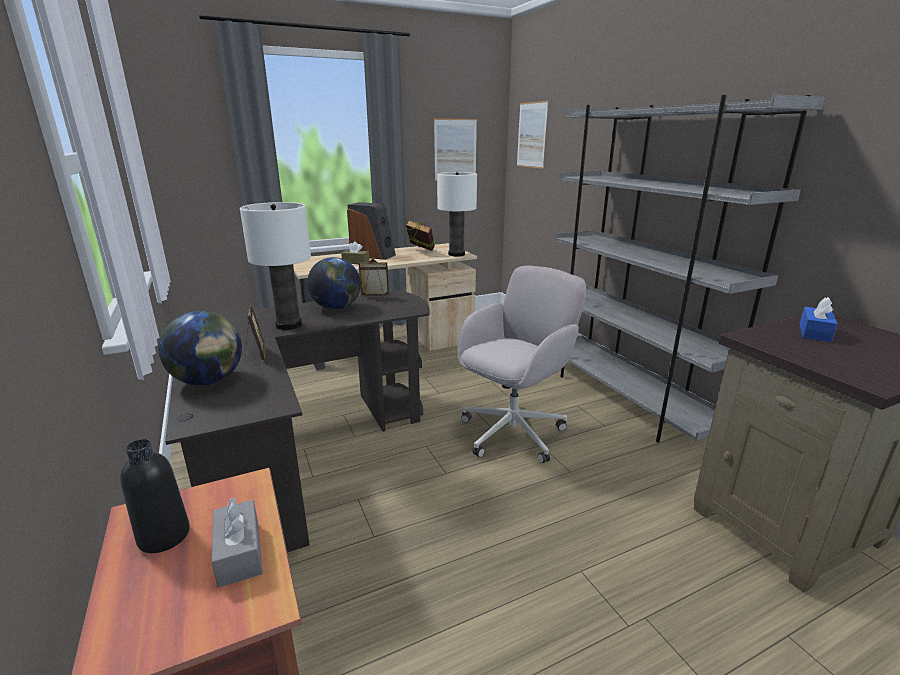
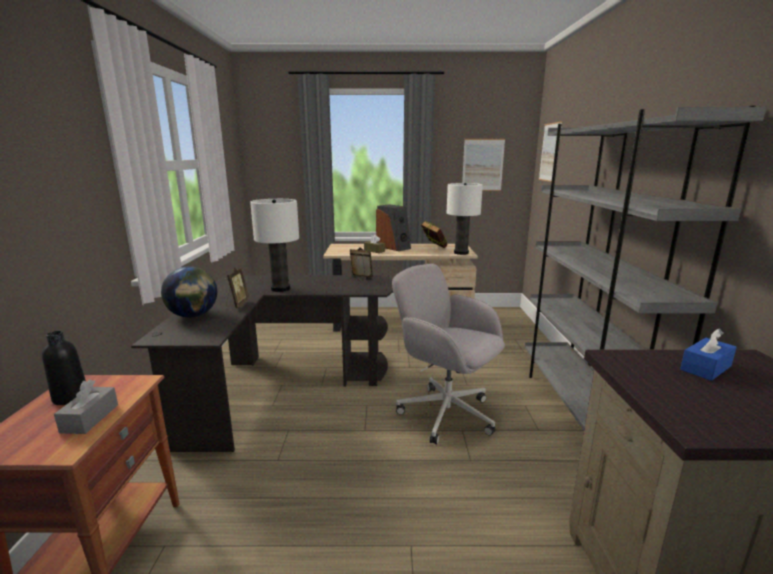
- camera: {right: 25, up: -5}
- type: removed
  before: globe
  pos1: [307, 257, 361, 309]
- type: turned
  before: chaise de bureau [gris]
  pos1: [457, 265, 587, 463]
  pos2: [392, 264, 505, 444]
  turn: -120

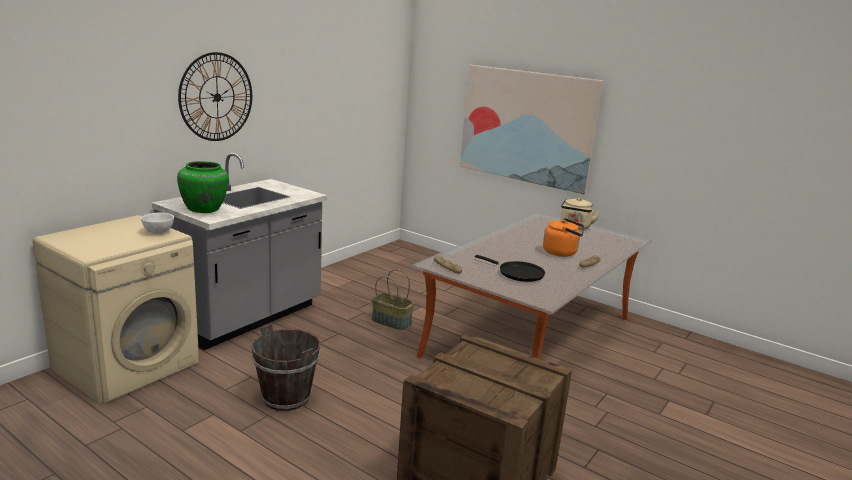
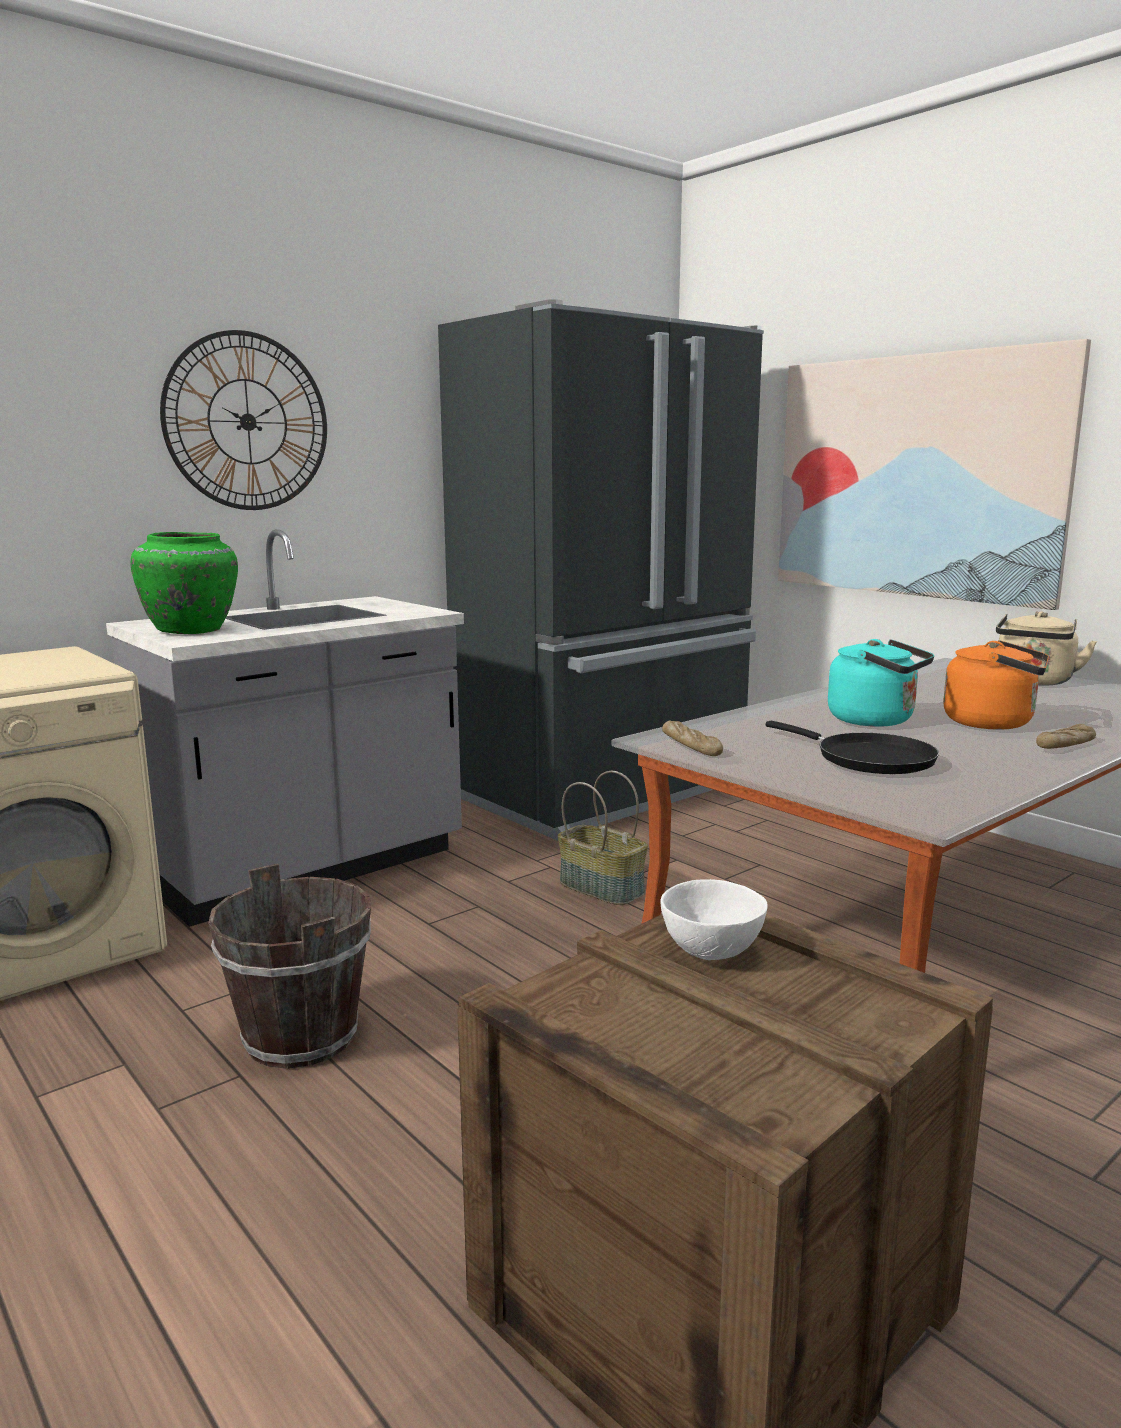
- camera: {right: 15, up: -5}
- type: added
  after: réfrigérateur [noir]
  pos2: [438, 299, 764, 841]
- type: added
  after: bouilloire [turquoise]
  pos2: [828, 639, 934, 727]
- type: moved
  before: bol [blanc]
  pos1: [141, 213, 174, 234]
  pos2: [661, 879, 768, 960]

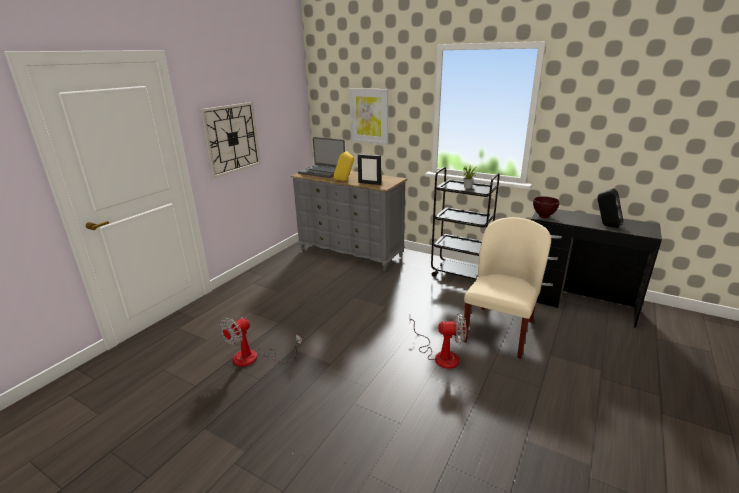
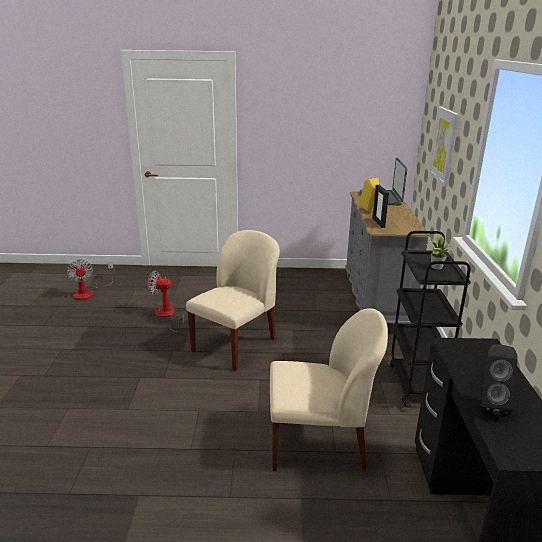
- camera: {right: 60, up: 0}
- type: removed
  before: horloge murale
  pos1: [200, 102, 260, 178]
- type: removed
  before: bol [marron]
  pos1: [533, 196, 560, 218]
- type: added
  after: chaise [beige]
  pos2: [186, 230, 280, 371]
- type: moved
  before: ventilateur
  pos1: [410, 313, 466, 369]
  pos2: [67, 260, 113, 300]

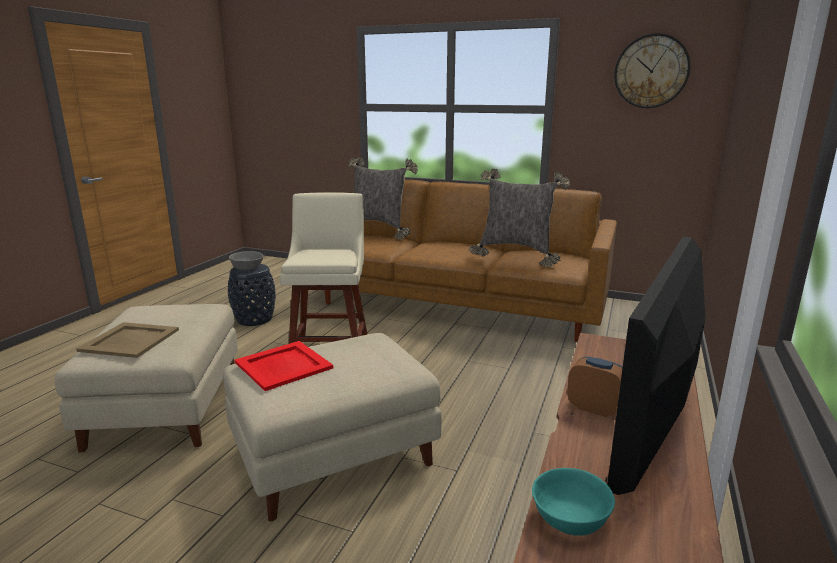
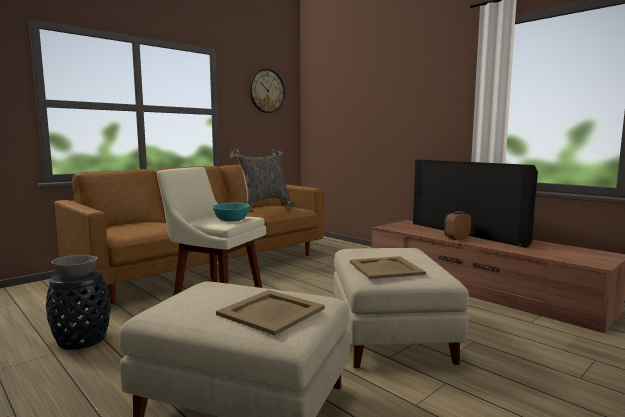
- camera: {right: -65, up: -10}
- type: removed
  before: coussin
  pos1: [348, 157, 418, 240]
- type: moved
  before: bol [turquoise]
  pos1: [532, 468, 615, 536]
  pos2: [213, 203, 250, 222]
- type: recoloured
  before: plateau [rouge]
  after: plateau [beige]
  pos1: [235, 341, 333, 391]
  pos2: [350, 256, 426, 279]

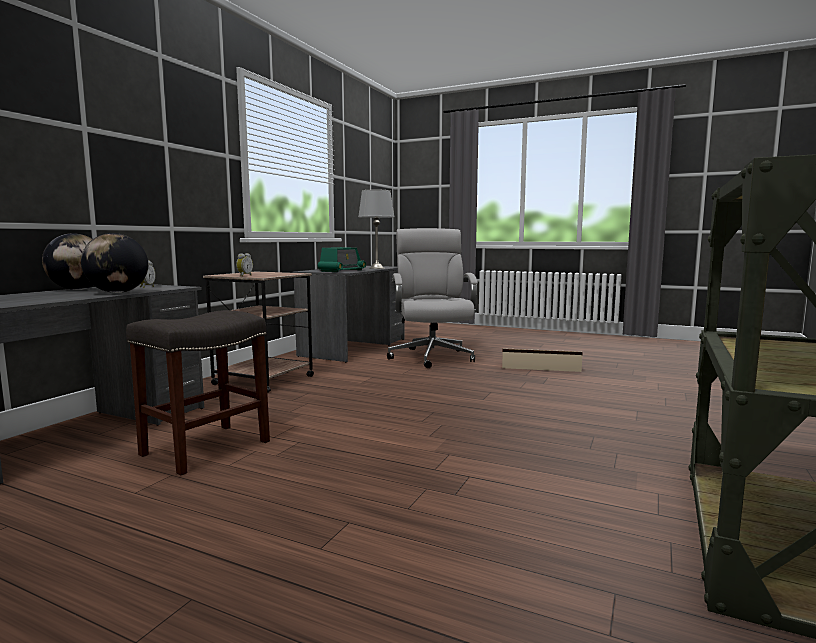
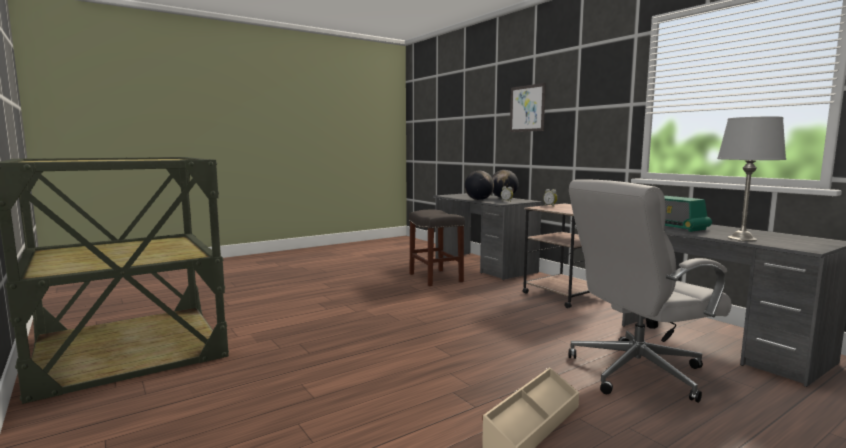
- camera: {right: 120, up: 0}
- type: added
  after: tableau
  pos2: [510, 83, 546, 132]
- type: turned
  before: chaise de bureau [gris]
  pos1: [387, 228, 478, 368]
  pos2: [569, 179, 732, 403]
  turn: 135

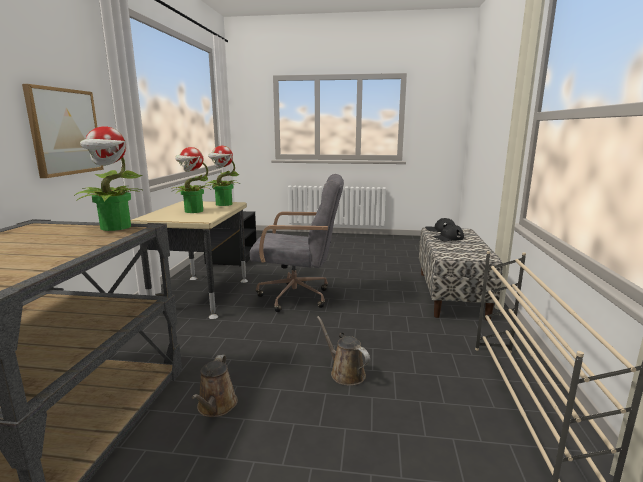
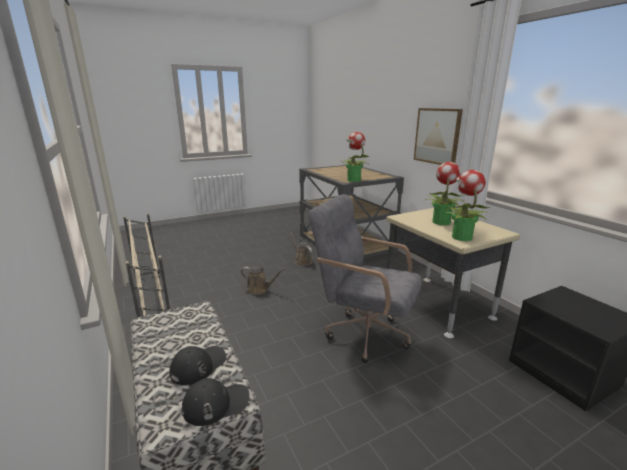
- camera: {right: 145, up: 5}
- type: turned
  before: chaise de bureau [gris]
  pos1: [250, 174, 344, 312]
  pos2: [308, 194, 422, 363]
  turn: 60

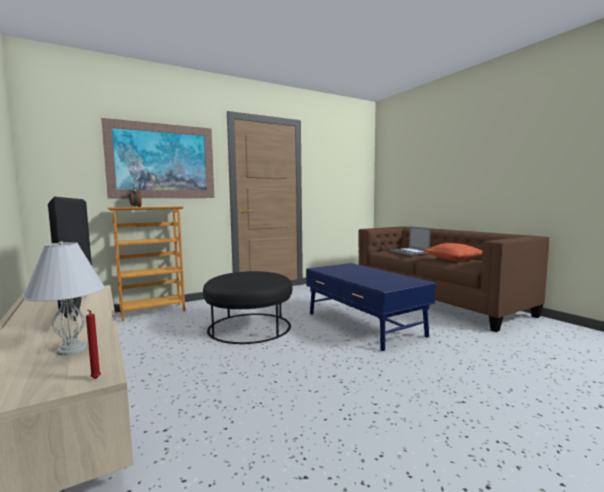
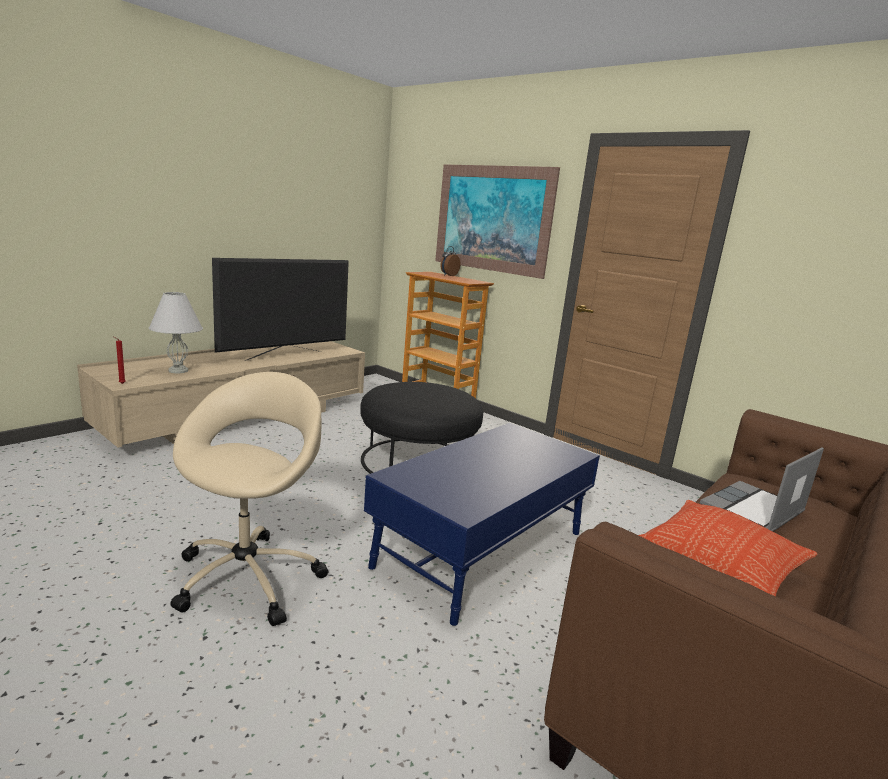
- camera: {right: 70, up: 10}
- type: added
  after: chaise de bureau [beige]
  pos2: [170, 372, 328, 626]

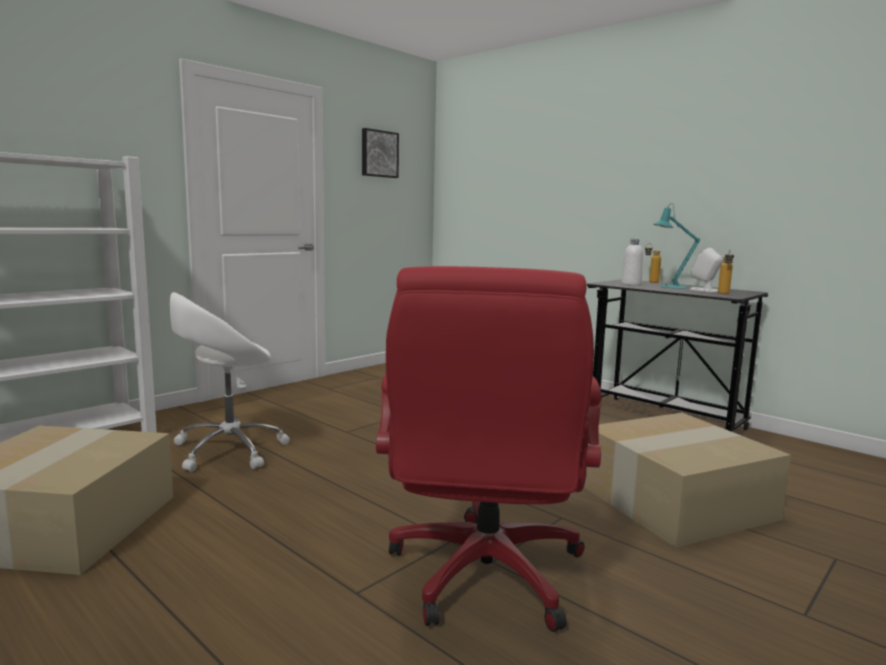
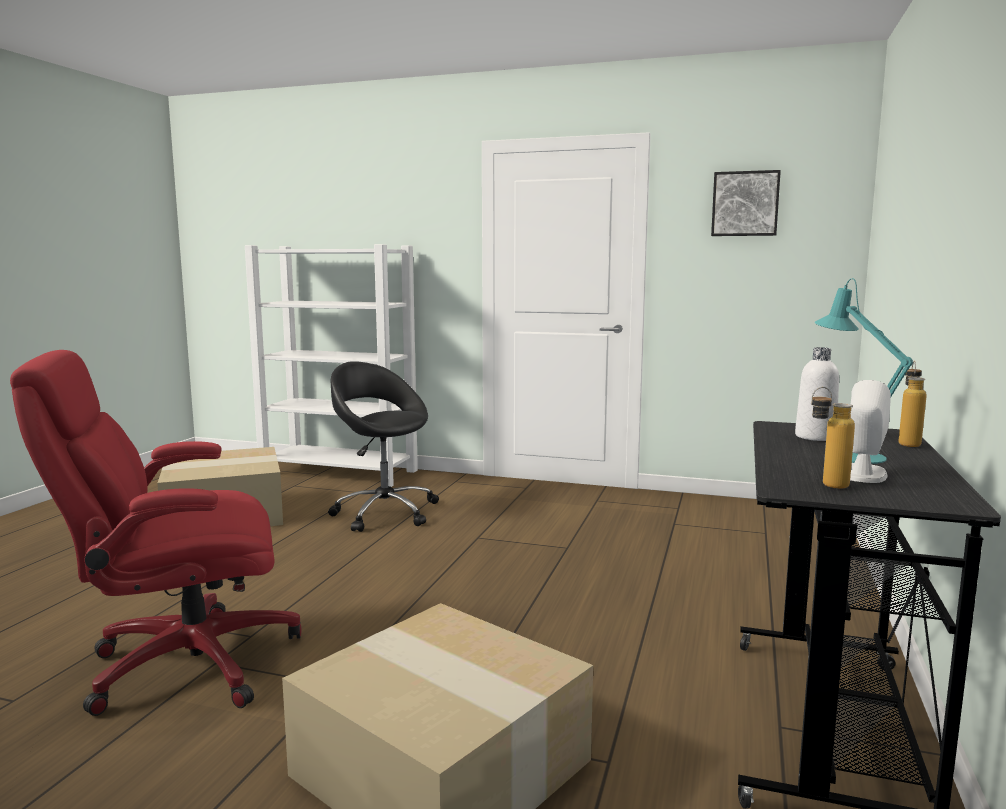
- camera: {right: 65, up: 0}
- type: recoloured
  before: chaise de bureau [blanc]
  after: chaise de bureau [noir]
  pos1: [170, 292, 290, 472]
  pos2: [328, 361, 439, 532]

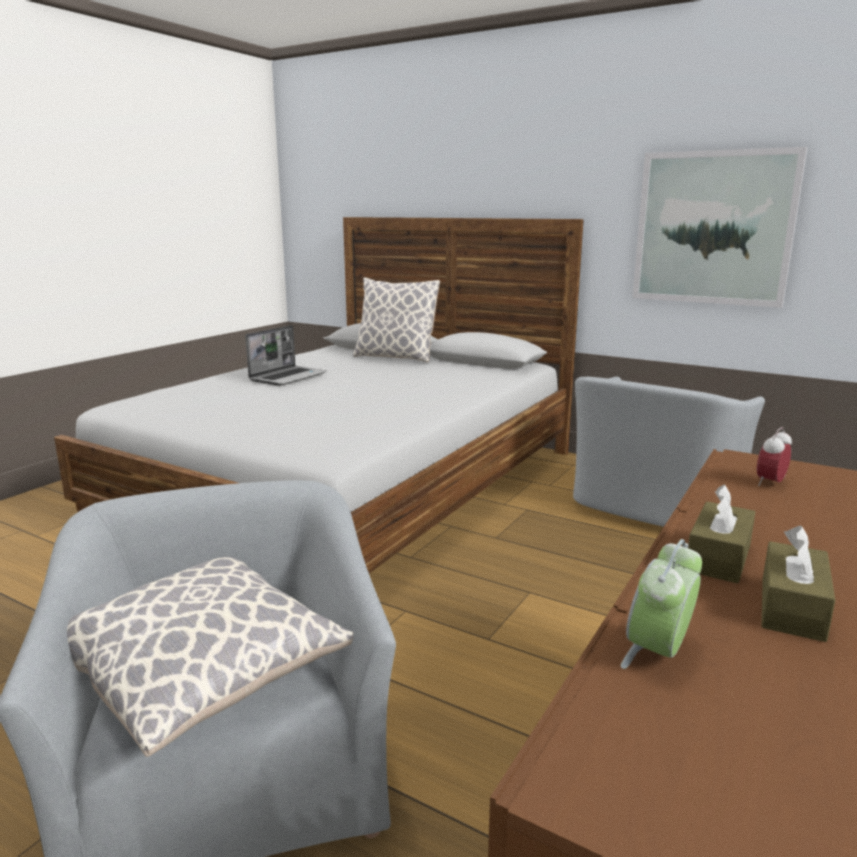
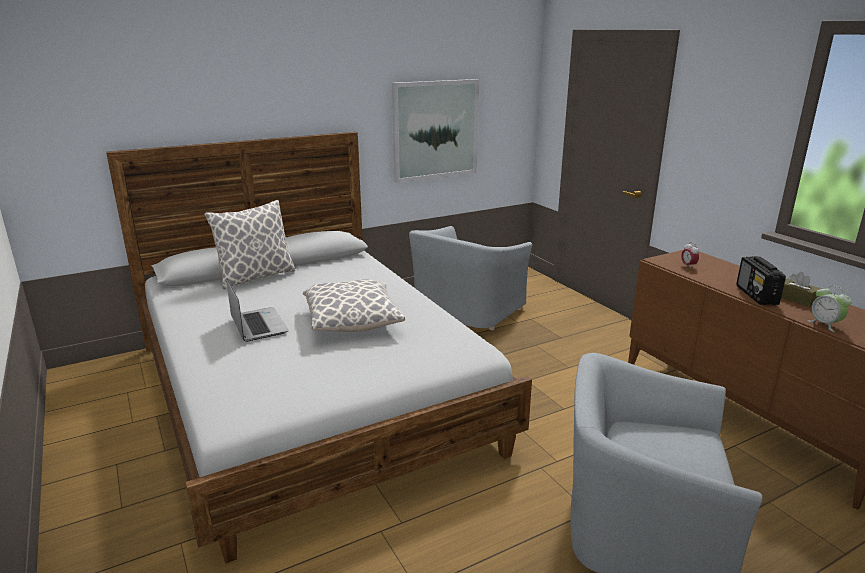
- camera: {right: -60, up: 5}
- type: moved
  before: coussin
  pos1: [67, 557, 353, 757]
  pos2: [303, 279, 405, 332]
- type: replaced
  before: boîte à mouchoirs [marron]
  after: radio
  pos1: [688, 484, 755, 583]
  pos2: [736, 256, 786, 305]
- type: turned
  before: fauteuil [gris]
  pos1: [573, 376, 765, 527]
  pos2: [409, 226, 532, 330]
  turn: 60

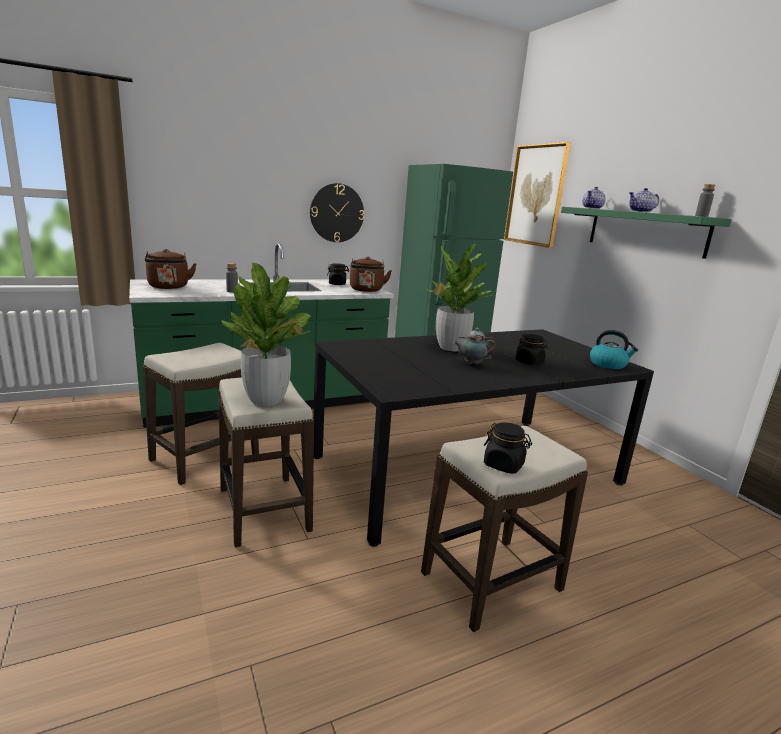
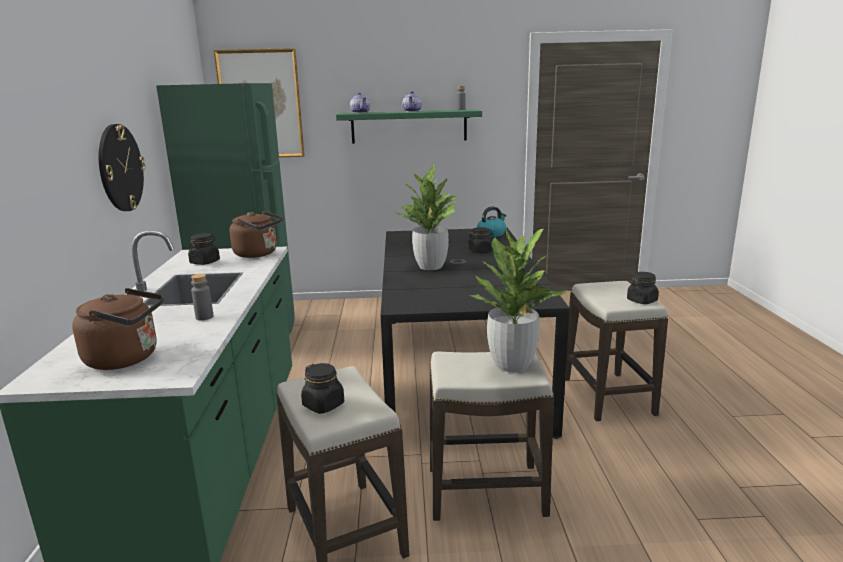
- camera: {right: -65, up: 0}
- type: removed
  before: théière
  pos1: [453, 328, 496, 364]
- type: added
  after: bocal [noir]
  pos2: [301, 363, 344, 414]

